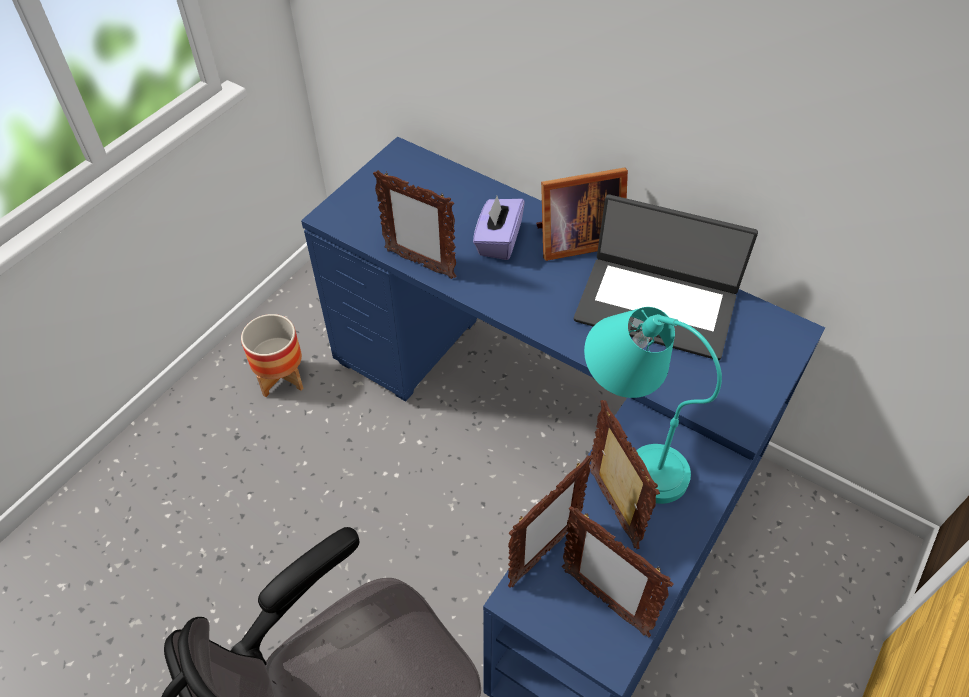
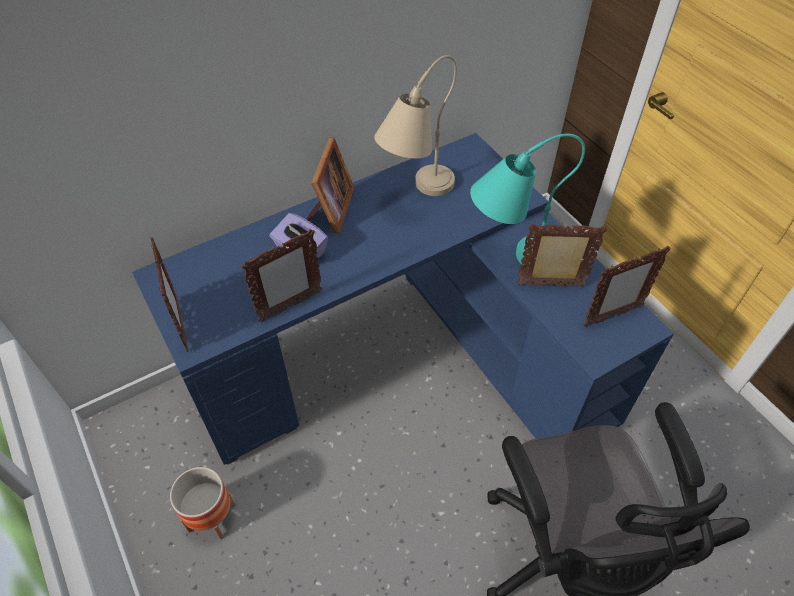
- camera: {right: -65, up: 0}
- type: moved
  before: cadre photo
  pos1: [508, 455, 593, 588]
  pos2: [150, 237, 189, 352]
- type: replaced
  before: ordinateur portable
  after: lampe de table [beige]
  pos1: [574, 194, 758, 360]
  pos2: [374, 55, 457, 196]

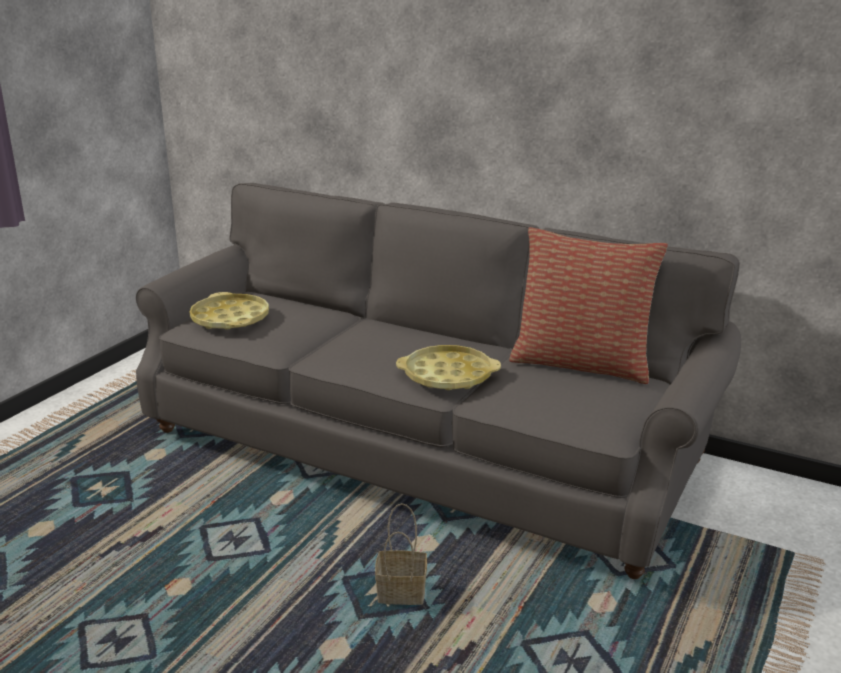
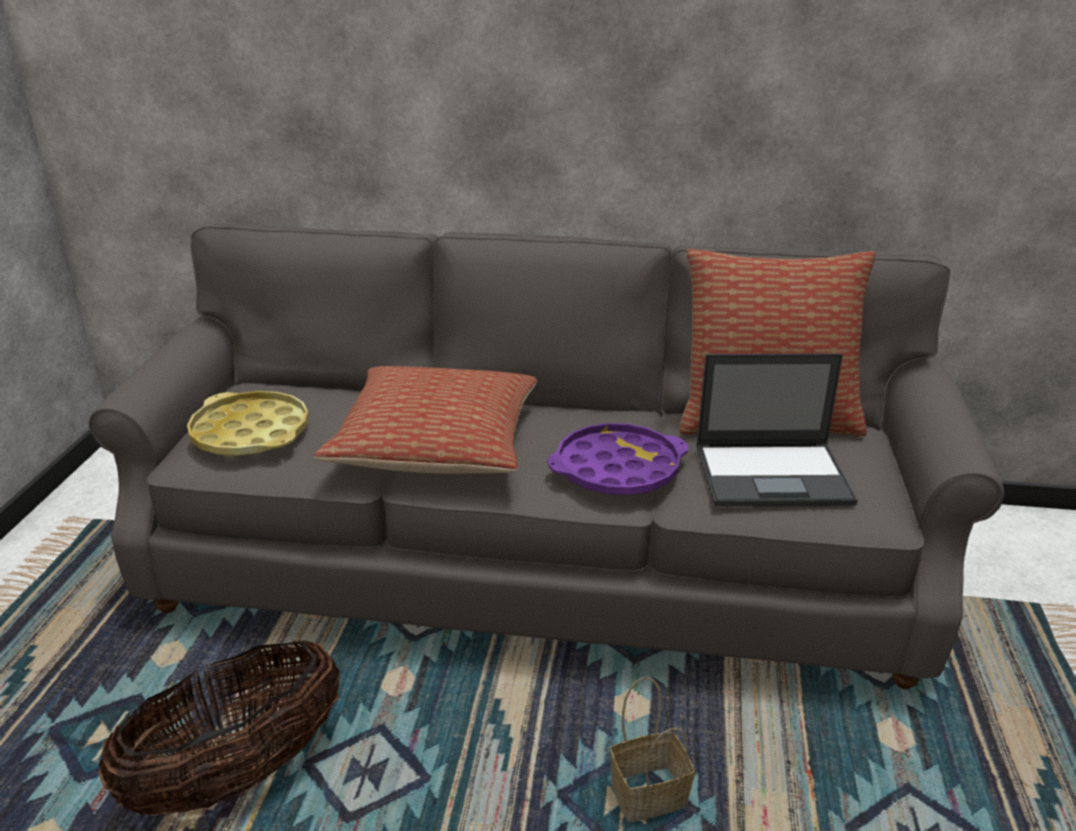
- camera: {right: -20, up: 5}
- type: added
  after: panier
  pos2: [98, 640, 340, 815]
- type: added
  after: coussin
  pos2: [314, 366, 538, 474]
- type: added
  after: ordinateur portable
  pos2: [696, 353, 858, 507]
- type: recoloured
  before: plateau [jaune]
  after: plateau [violet]
  pos1: [396, 345, 501, 390]
  pos2: [547, 423, 688, 495]

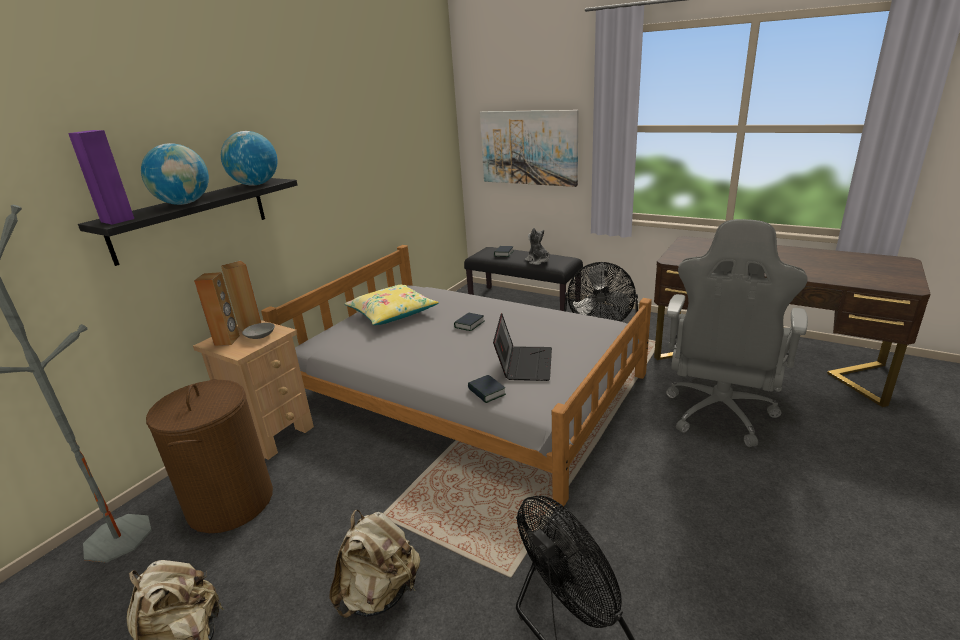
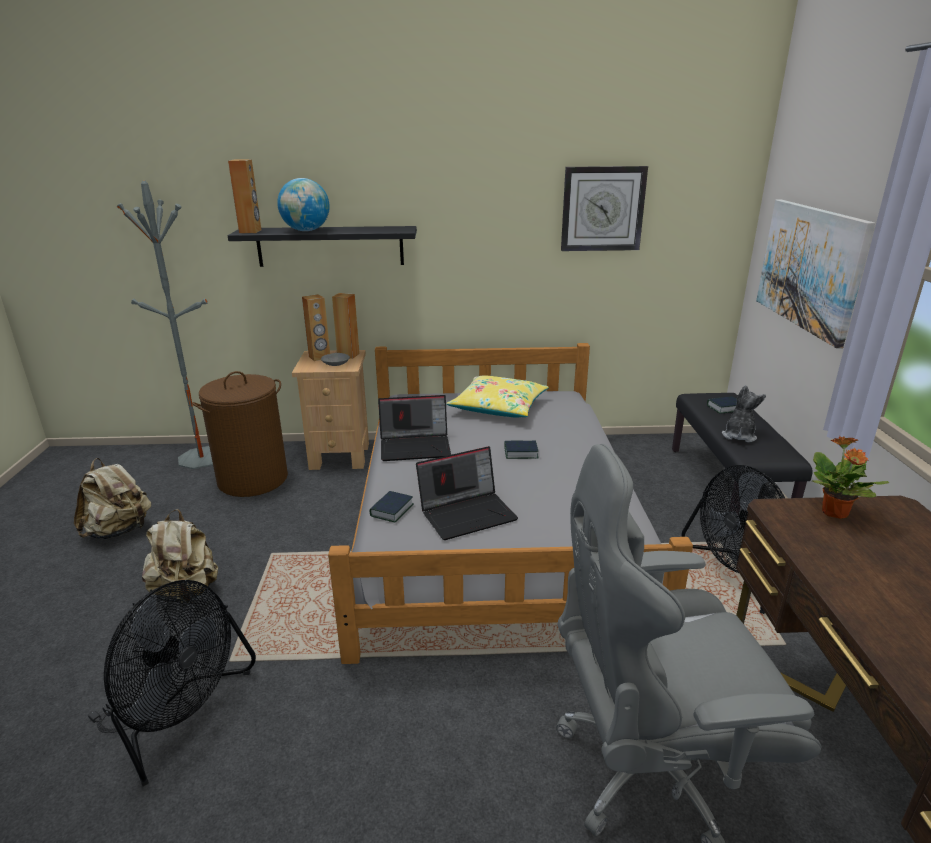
- camera: {right: 55, up: 0}
- type: removed
  before: globe
  pos1: [221, 131, 278, 186]
- type: added
  after: ordinateur portable
  pos2: [378, 395, 451, 461]
- type: added
  after: horloge murale
  pos2: [561, 166, 648, 251]
- type: added
  after: plante en pot
  pos2: [812, 436, 889, 519]
- type: recoloured
  before: enceinte [violet]
  after: enceinte [marron]
  pos1: [68, 130, 134, 224]
  pos2: [228, 159, 262, 233]

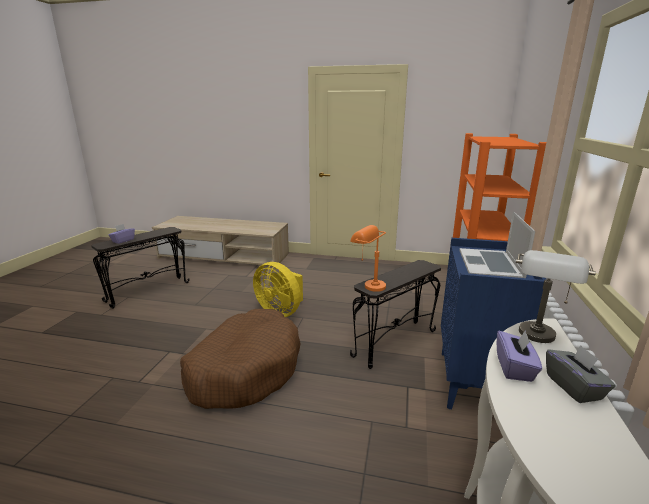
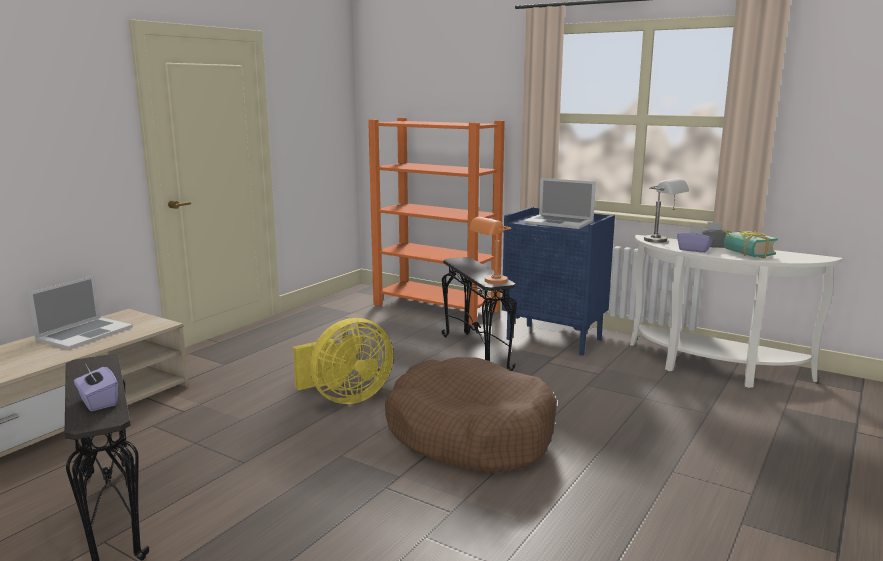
- camera: {right: -70, up: -5}
- type: added
  after: ordinateur portable
  pos2: [28, 275, 133, 349]
- type: added
  after: livre
  pos2: [723, 228, 778, 259]

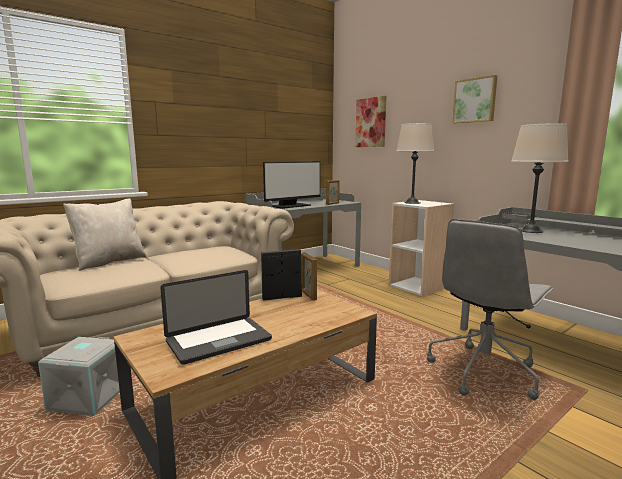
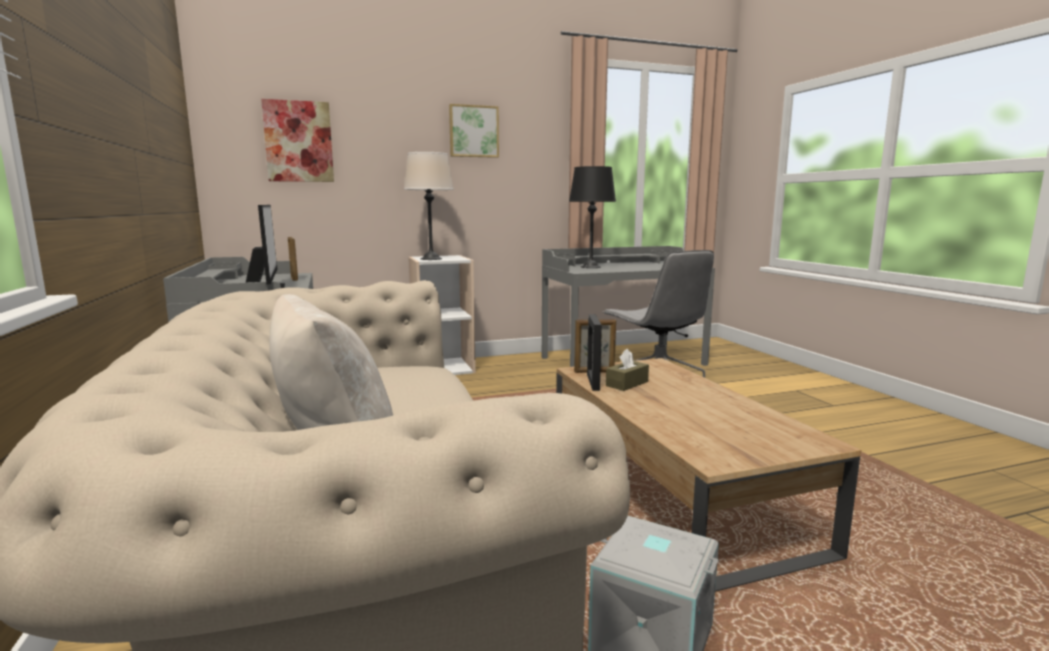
- camera: {right: -70, up: 0}
- type: removed
  before: ordinateur portable
  pos1: [160, 270, 272, 365]
- type: added
  after: boîte à mouchoirs [marron]
  pos2: [606, 349, 649, 391]
- type: recoloured
  before: lampe de table [beige]
  after: lampe de table [noir]
  pos1: [511, 123, 569, 233]
  pos2: [569, 166, 616, 268]

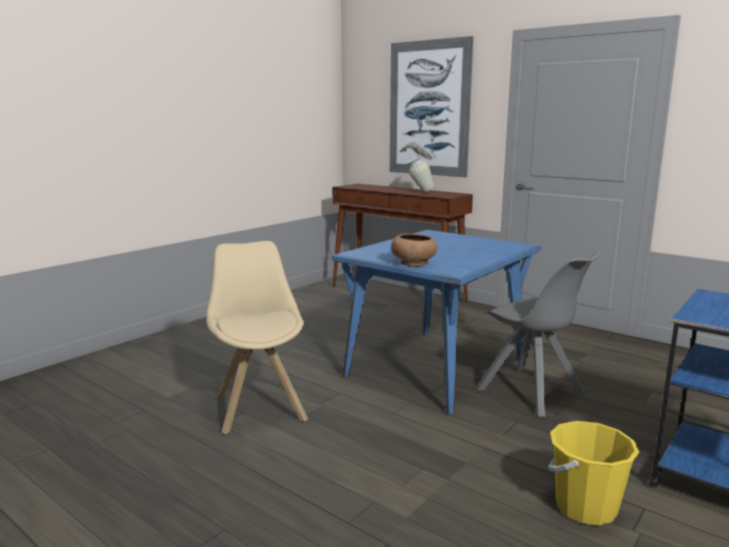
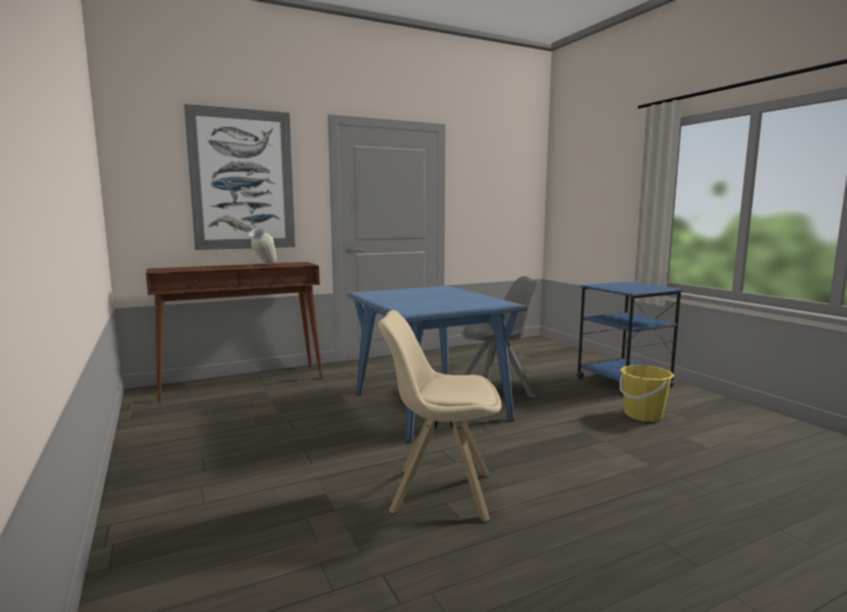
- camera: {right: -65, up: -5}
- type: removed
  before: bol [marron]
  pos1: [391, 233, 437, 267]

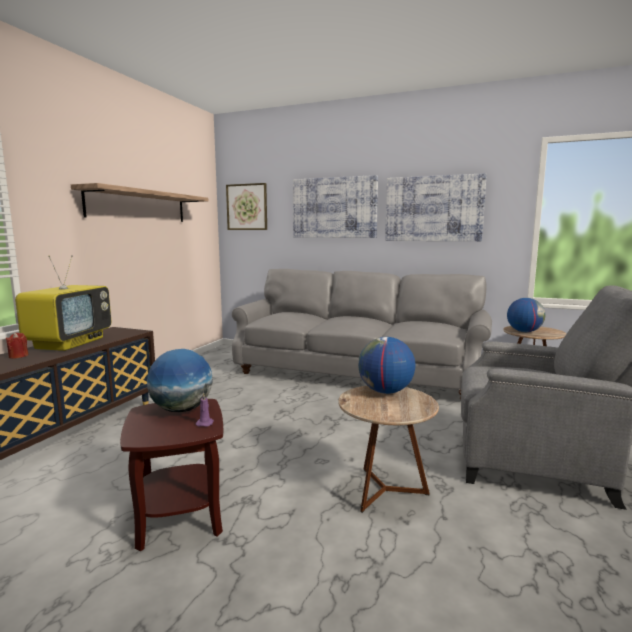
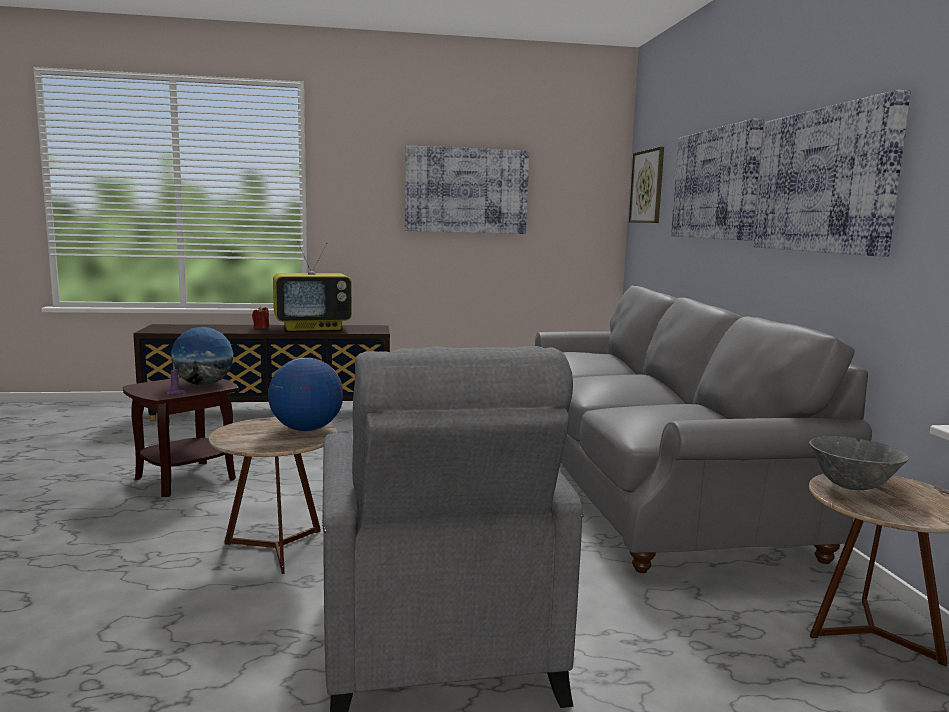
- camera: {right: 60, up: 0}
- type: replaced
  before: étagère
  after: tableau
  pos1: [71, 183, 208, 222]
  pos2: [405, 145, 529, 234]
- type: replaced
  before: globe
  after: bol [gris]
  pos1: [507, 298, 545, 332]
  pos2: [809, 436, 909, 490]

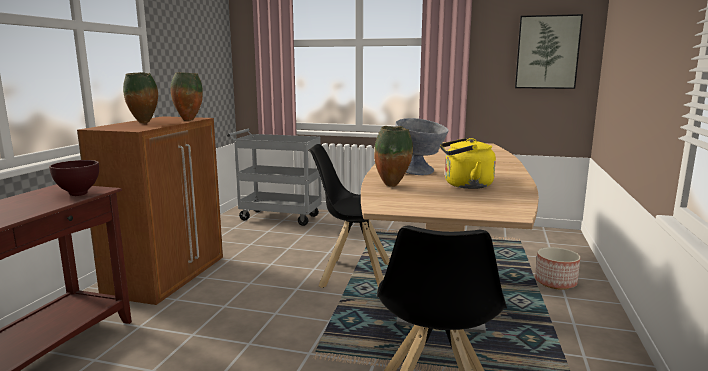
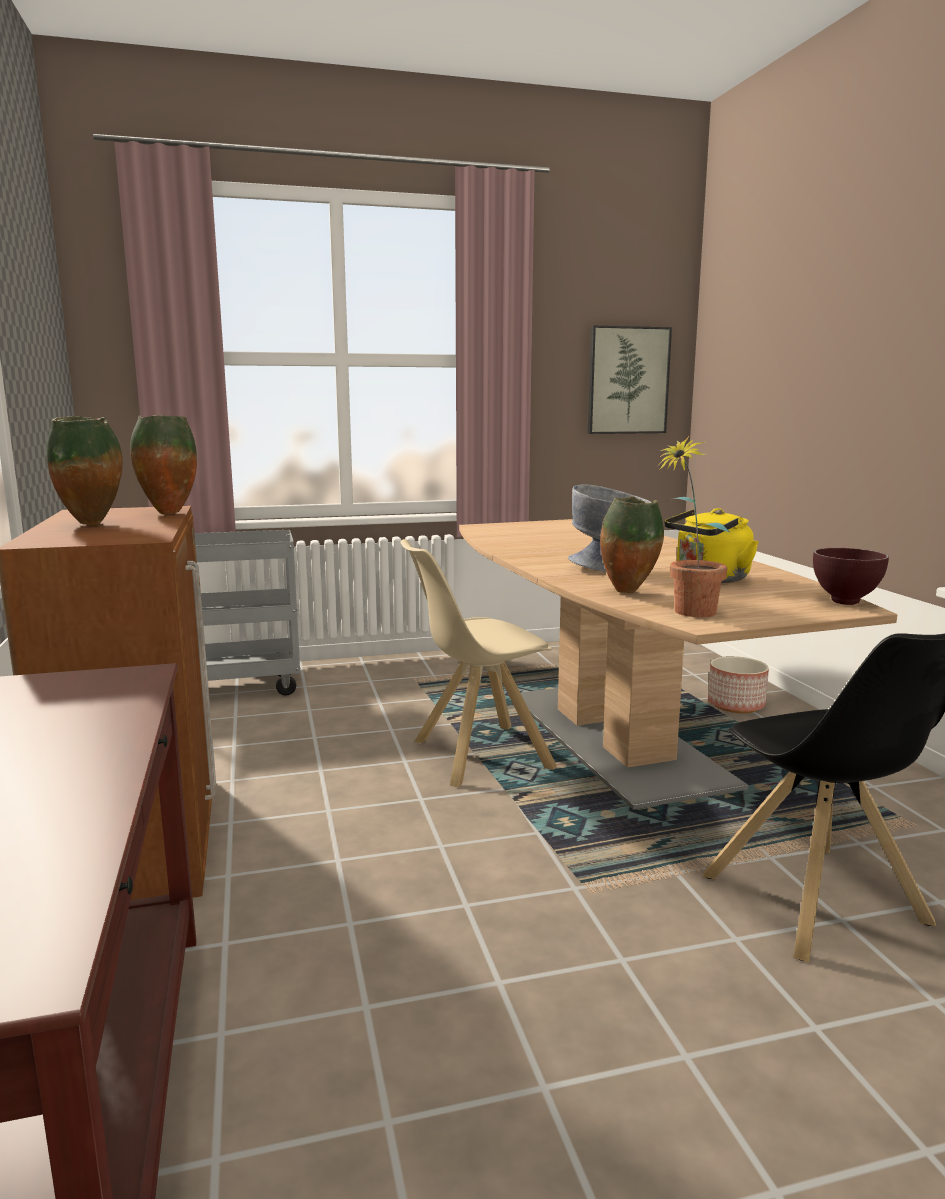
- camera: {right: -30, up: 0}
- type: added
  after: plante en pot
  pos2: [659, 436, 730, 617]
- type: moved
  before: bol [marron]
  pos1: [49, 160, 99, 196]
  pos2: [813, 548, 889, 605]
- type: recoloured
  before: chaise [noir]
  after: chaise [beige]
  pos1: [308, 144, 390, 288]
  pos2: [400, 539, 557, 787]

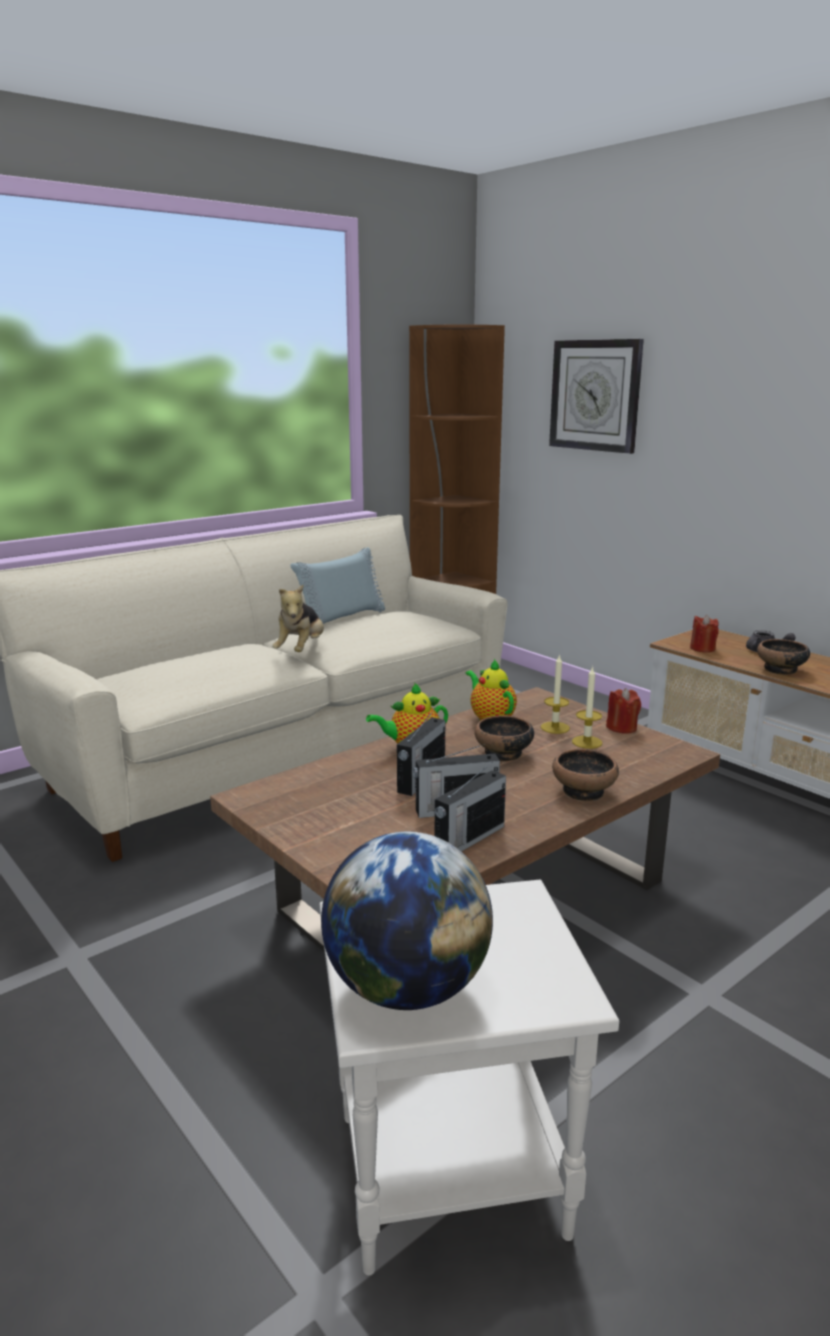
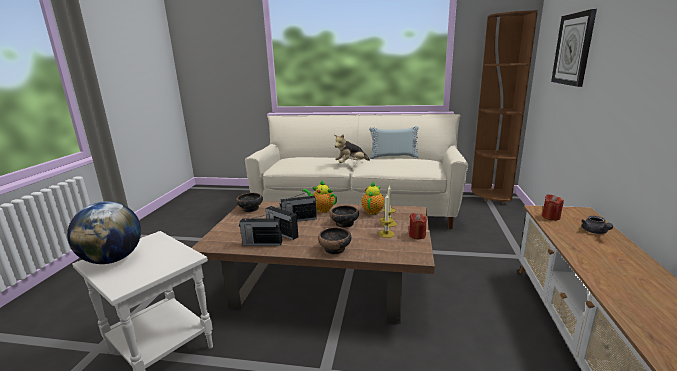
- camera: {right: 50, up: 0}
- type: moved
  before: bol
  pos1: [757, 639, 810, 674]
  pos2: [236, 193, 263, 212]

